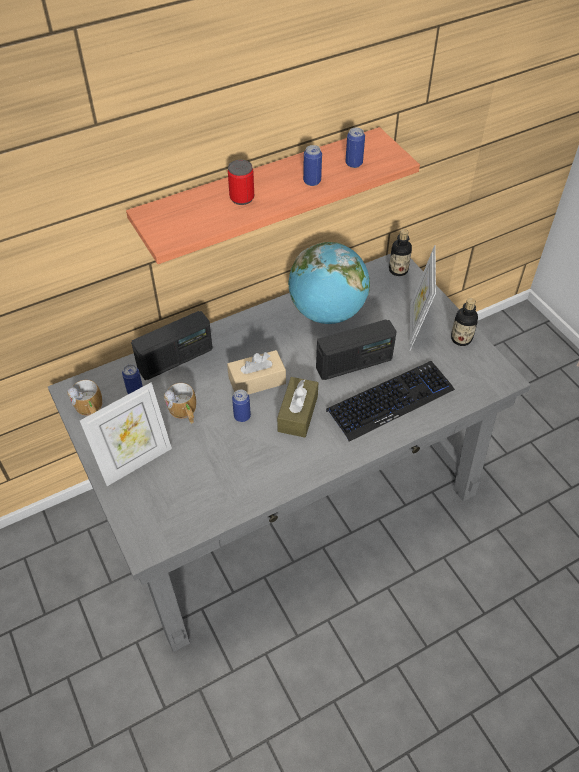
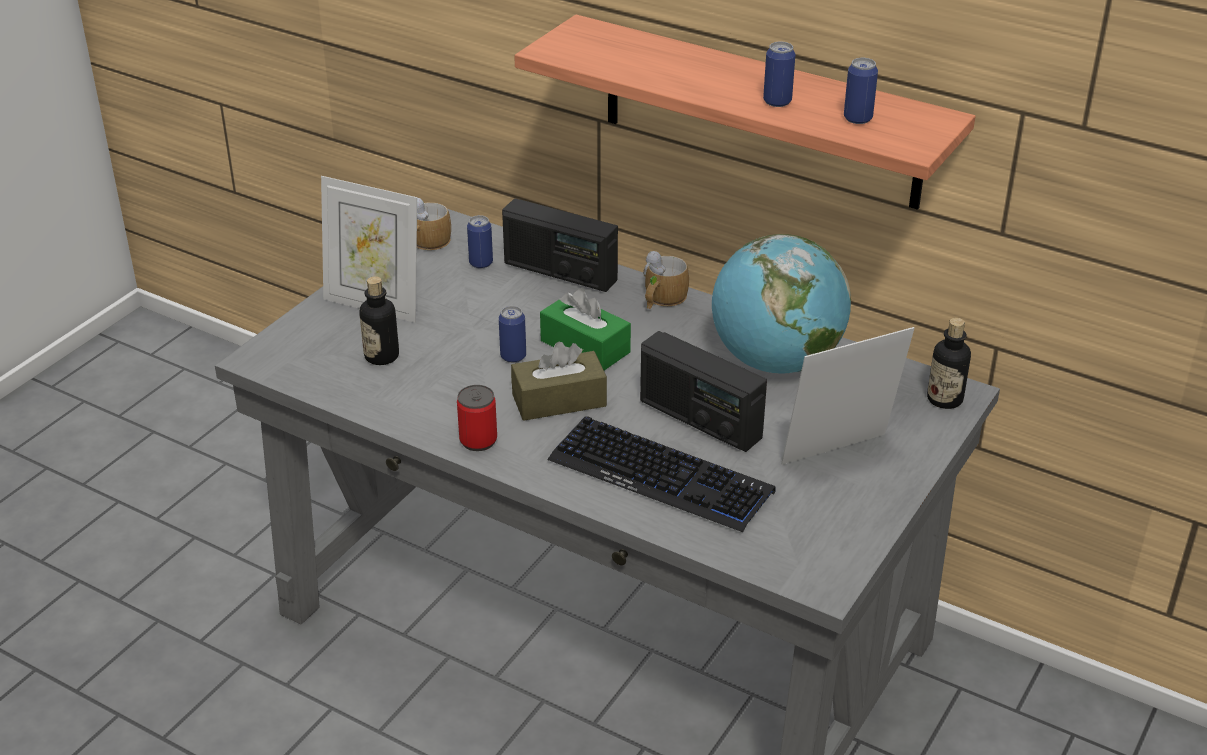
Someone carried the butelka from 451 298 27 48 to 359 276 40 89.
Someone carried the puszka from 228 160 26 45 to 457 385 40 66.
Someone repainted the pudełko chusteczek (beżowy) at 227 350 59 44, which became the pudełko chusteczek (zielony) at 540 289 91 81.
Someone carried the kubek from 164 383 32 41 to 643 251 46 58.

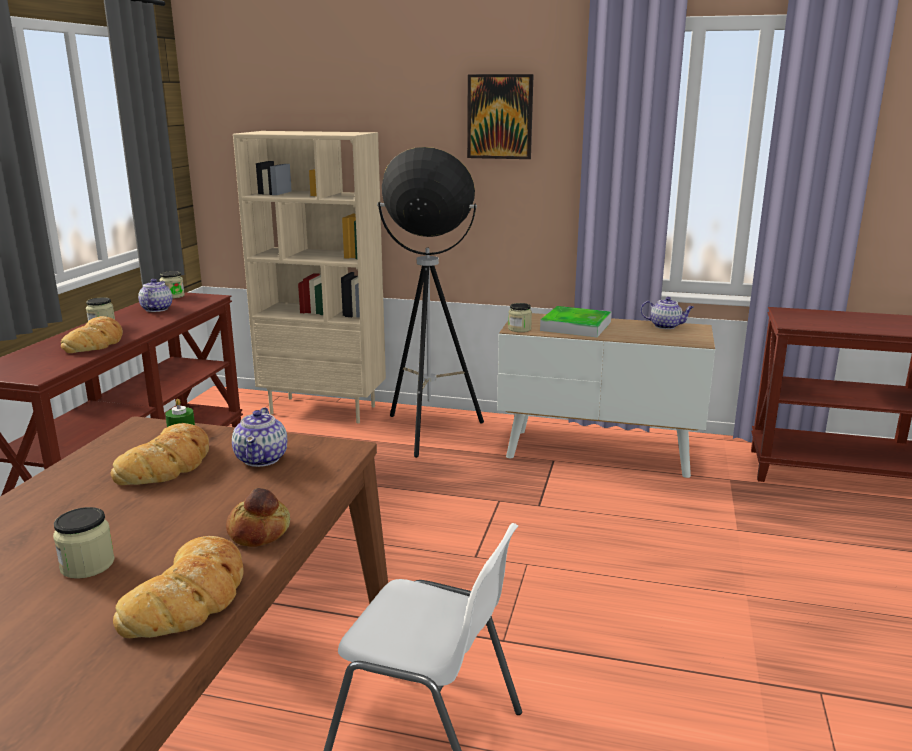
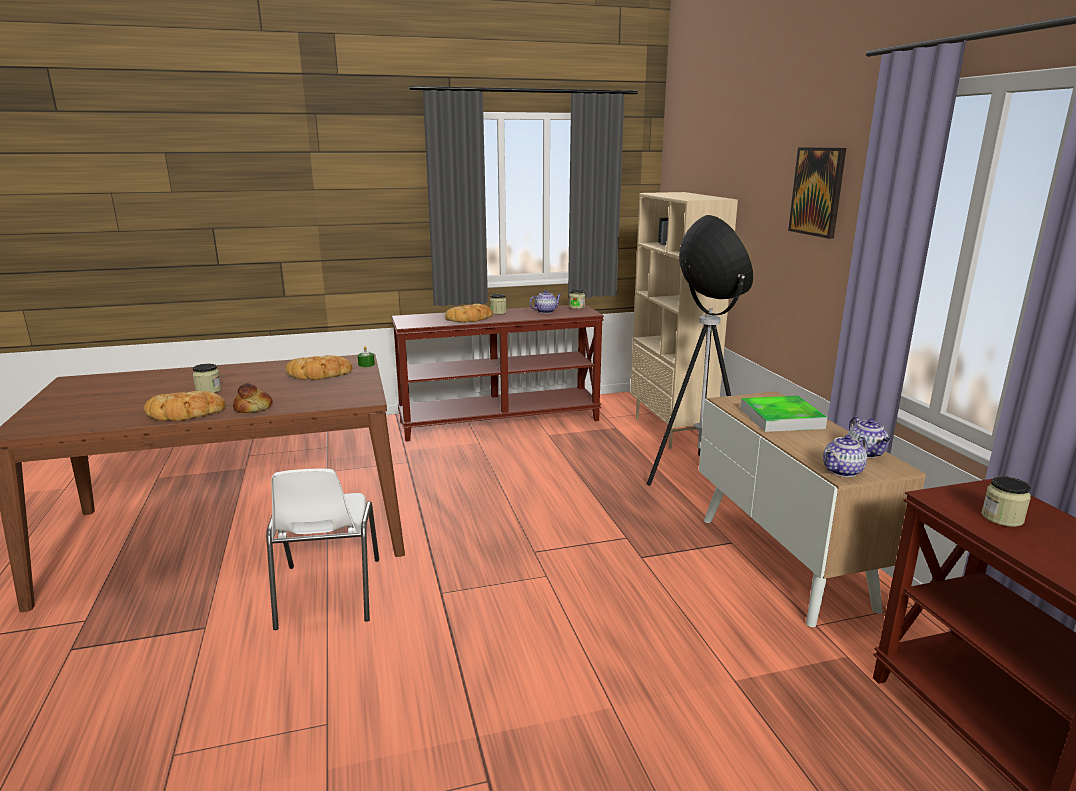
Someone carried the imbryk from 232 407 55 60 to 823 435 44 42.
Someone carried the słoik from 508 303 24 29 to 982 476 49 51.

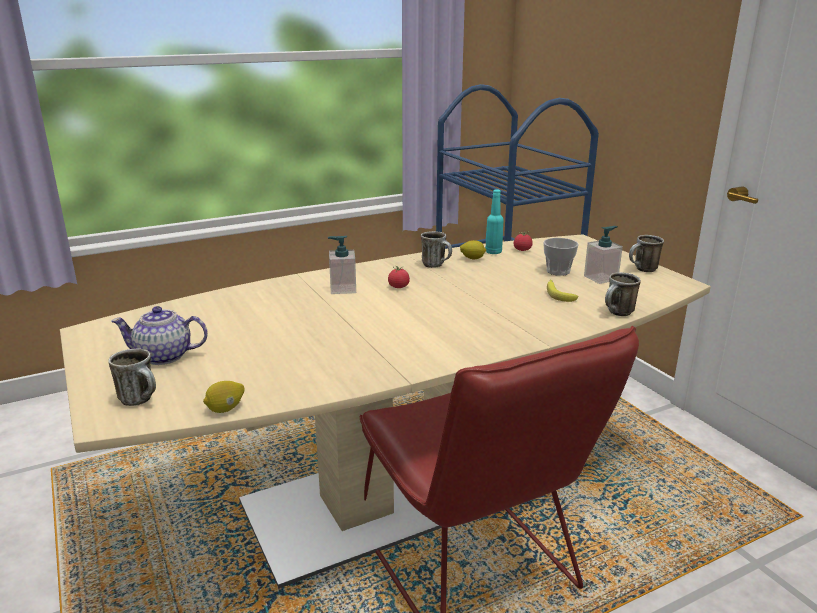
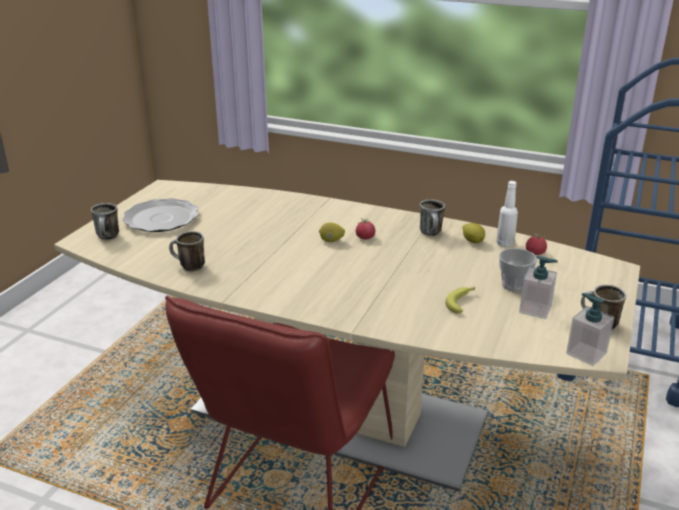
Someone swapped the imbryk at 111 306 97 59 for the talerz at 122 198 76 34.
Someone carried the kubek from 605 272 36 44 to 169 231 36 41.
Someone carried the cytryna from 203 381 42 32 to 319 223 26 19.
Someone repainted the butelka (turkusowy) at 485 189 18 65, which became the butelka (biały) at 496 181 22 66.
Someone carried the dozownik mydła from 328 236 28 58 to 566 293 48 73.

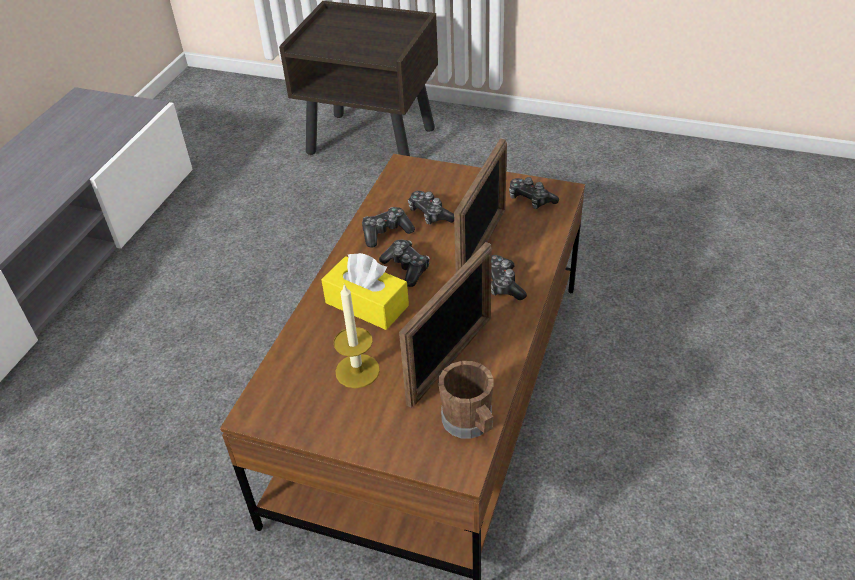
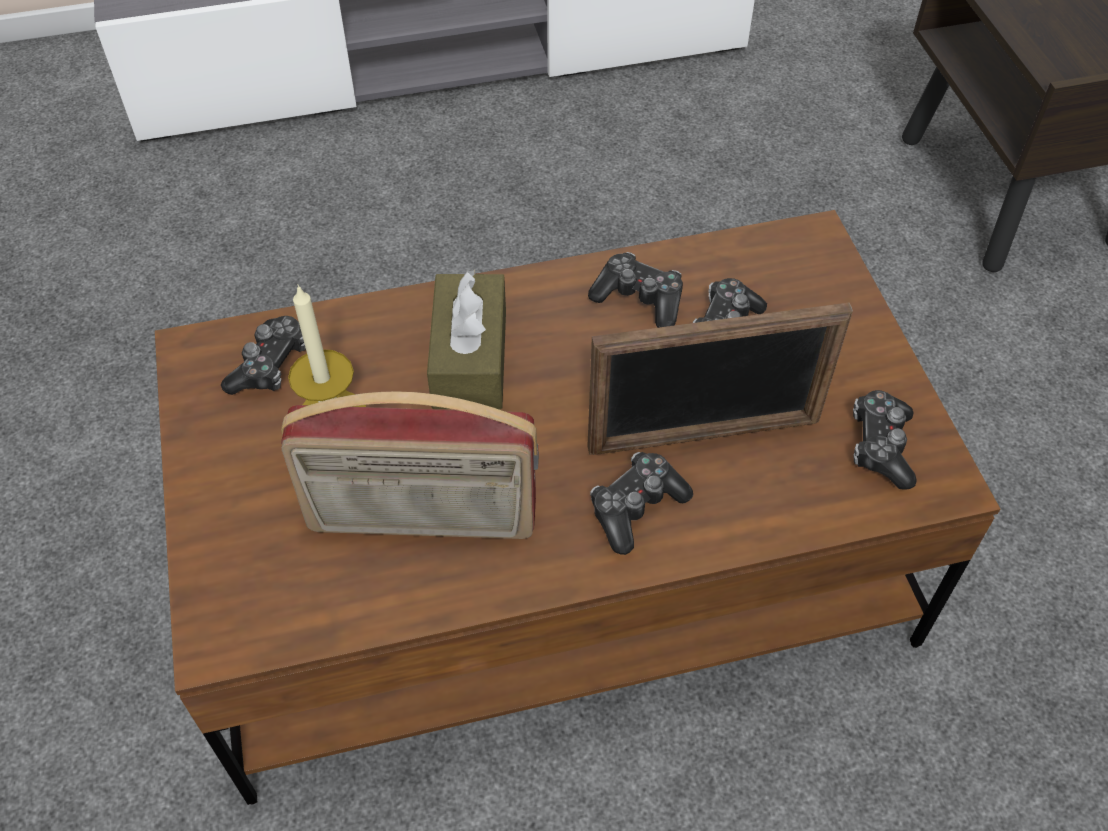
Someone carried the pad do gier from 379 240 51 47 to 221 316 85 79.
Someone swapped the ramka na zdjęcie at 399 242 93 166 for the radio at 281 392 258 147.
Someone repainted the pudełko chusteczek (żółty) at 321 253 88 77, which became the pudełko chusteczek (brązowy) at 427 270 79 139.
Someone took away the kubek (brązowy) at 438 361 56 78.

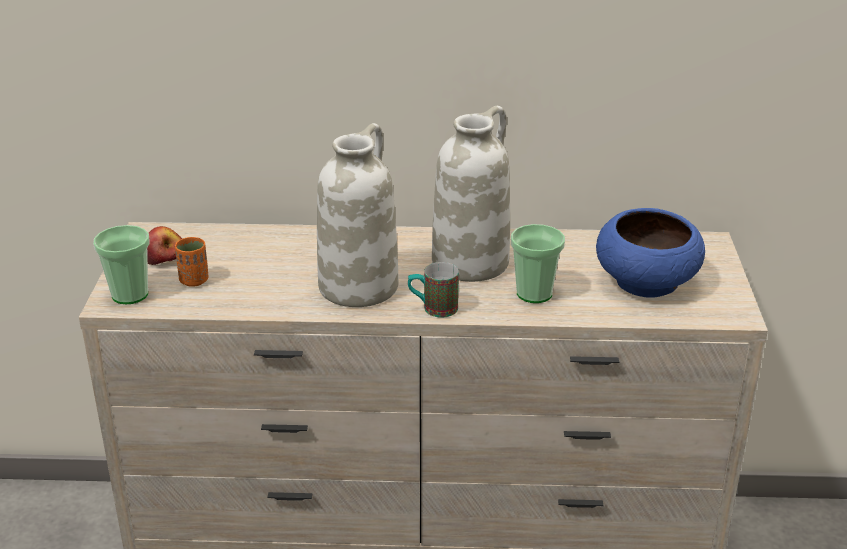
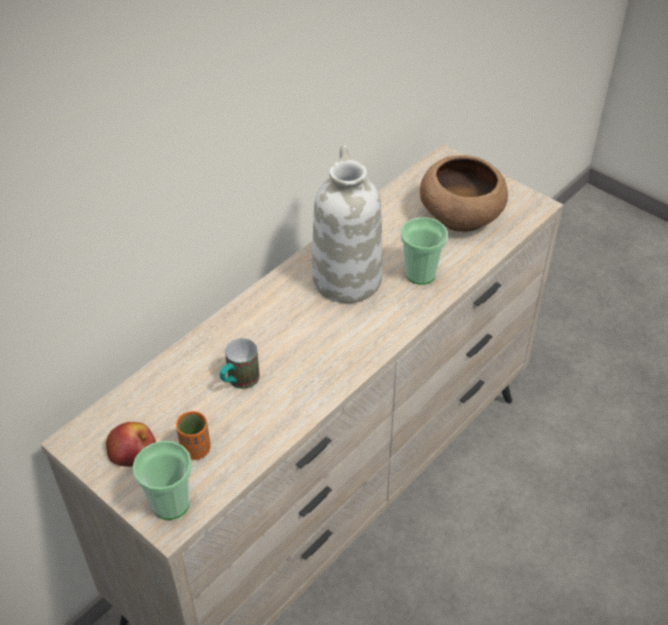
Someone carried the kubek from 408 262 51 56 to 220 338 40 51.
Someone repainted the miska (niebieski) at 596 208 109 90, which became the miska (brązowy) at 420 155 88 77.
Someone took away the wazon (biały) at 317 123 82 184.

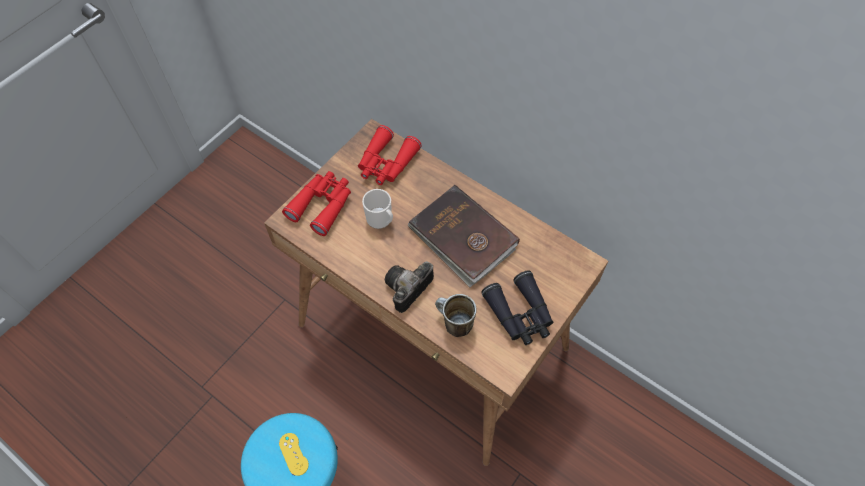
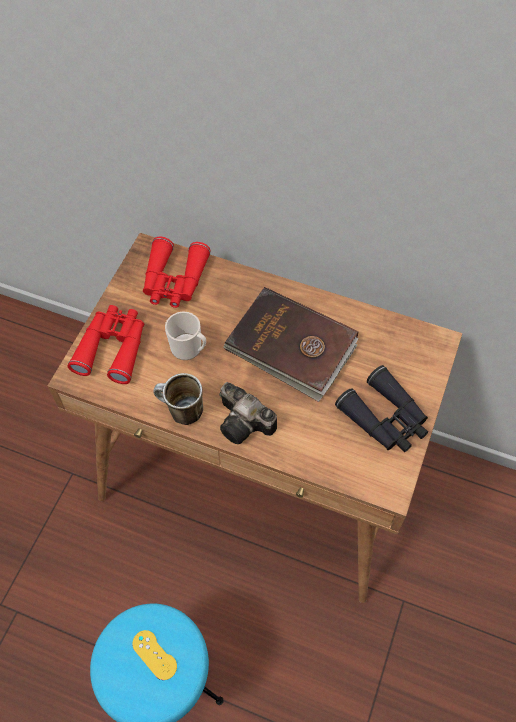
Someone carried the kubek from 435 294 42 43 to 153 373 50 52.
Someone rotated the aparat fotograficzny at 385 261 49 52 by 75 degrees counterclockwise.

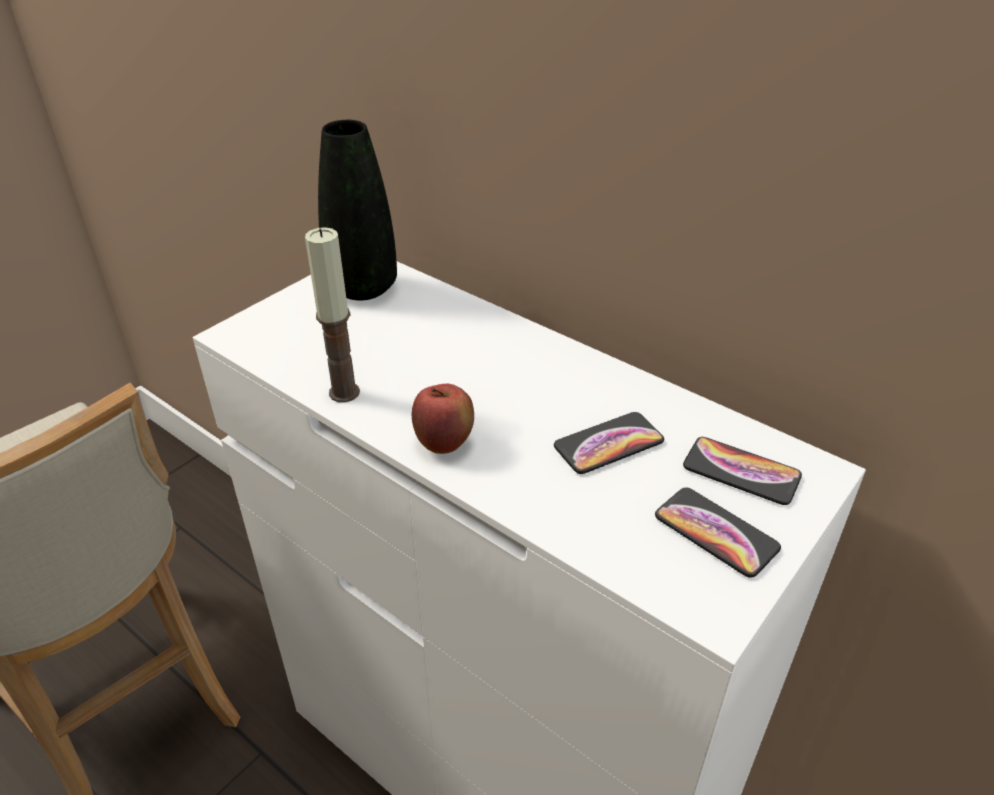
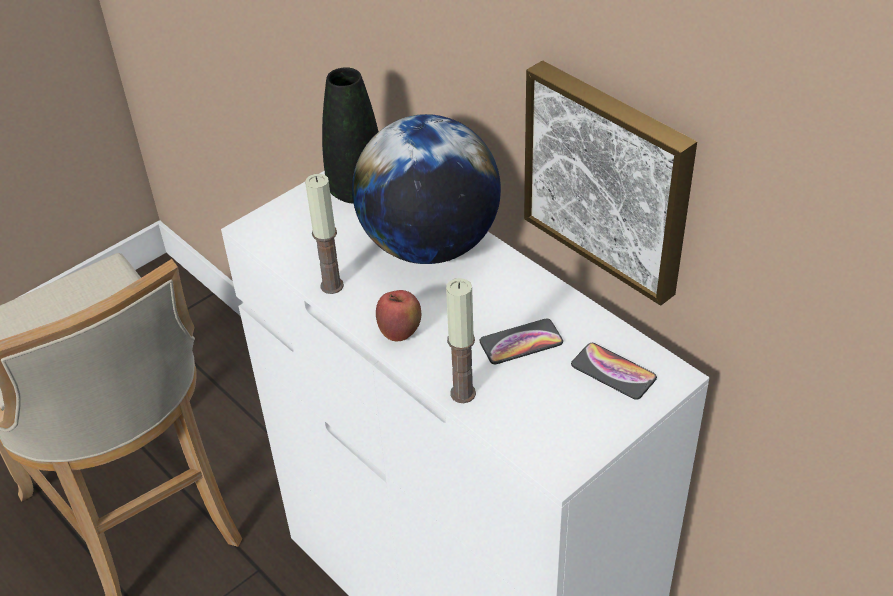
Someone put down the globus at 352 114 149 150.
Someone put down the świeca at 446 278 30 125.
Someone put up the obraz at 524 61 173 245.
Someone took away the telefon at 655 487 126 91.

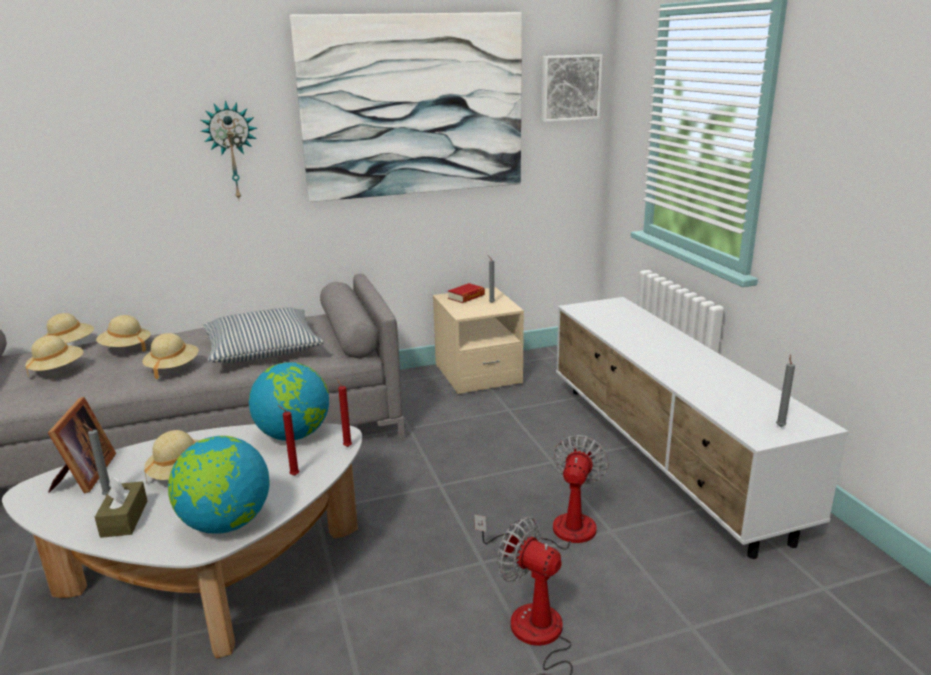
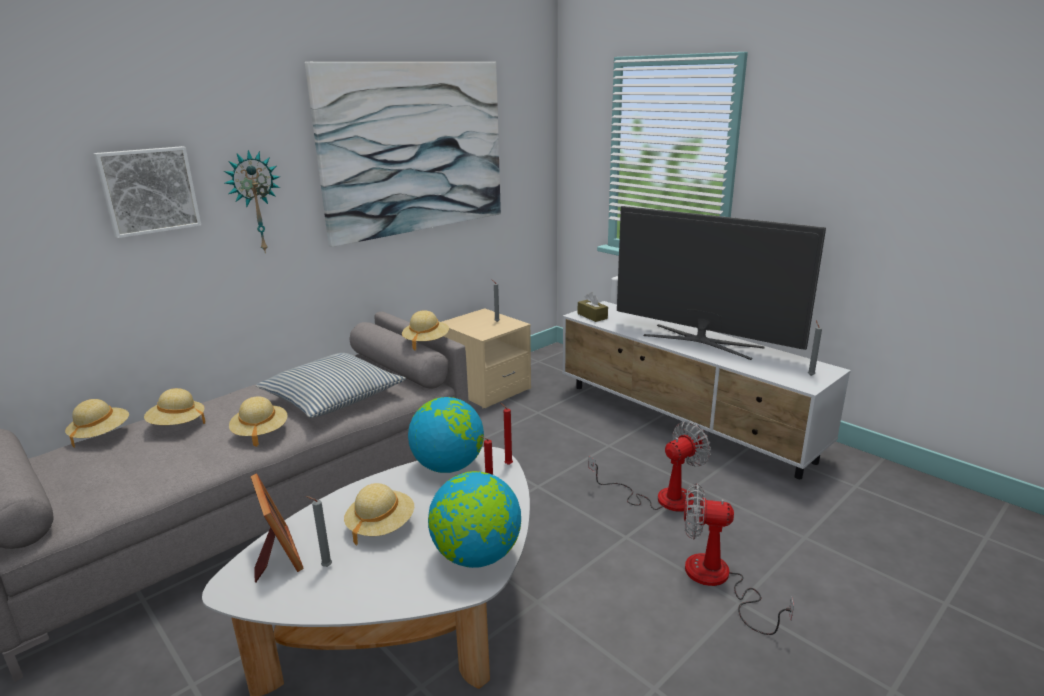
Someone carried the obraz from 542 54 60 68 to 94 146 107 92.
Someone carried the kapelusz (beżowy) from 25 335 58 42 to 402 310 47 40.
Someone carried the pudełko chusteczek (brązowy) from 95 477 52 61 to 578 292 30 30.
Someone rotated the wentylator at 474 435 135 114 by 60 degrees clockwise.
Someone put down the telewizor at 617 206 209 154.
Someone took away the książka at 448 283 37 20.

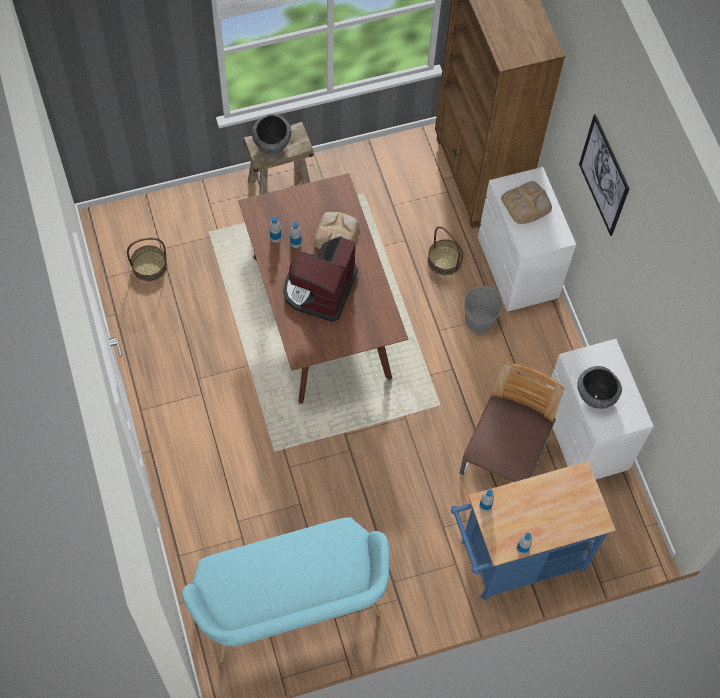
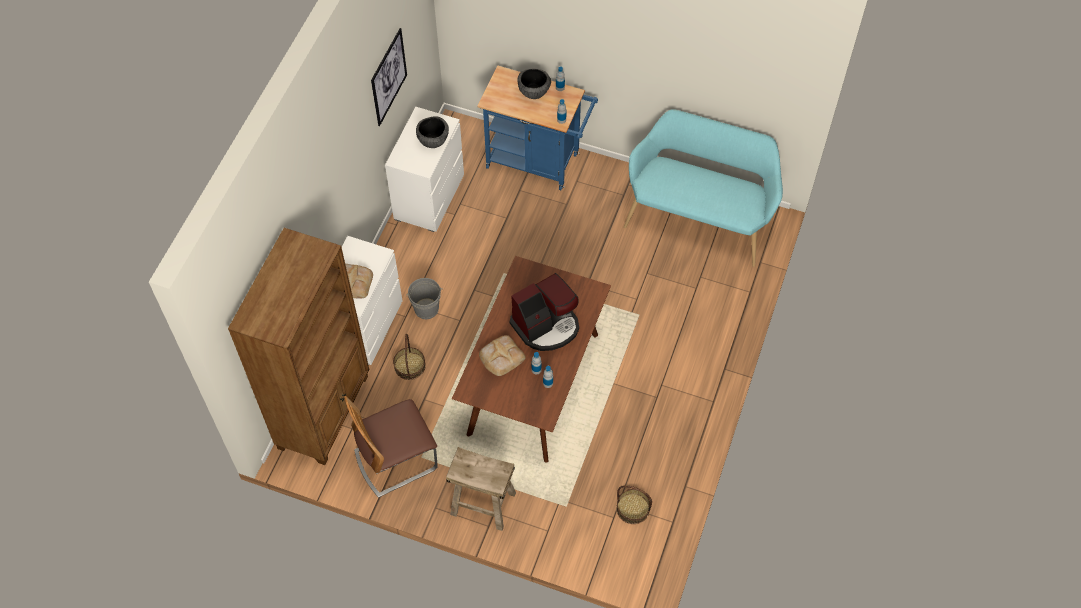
Someone carried the krzesło from 459 362 106 120 to 344 396 94 102.
Someone carried the obraz from 579 114 51 122 to 371 28 36 98.
Someone carried the miska from 252 114 39 41 to 517 69 34 30.

